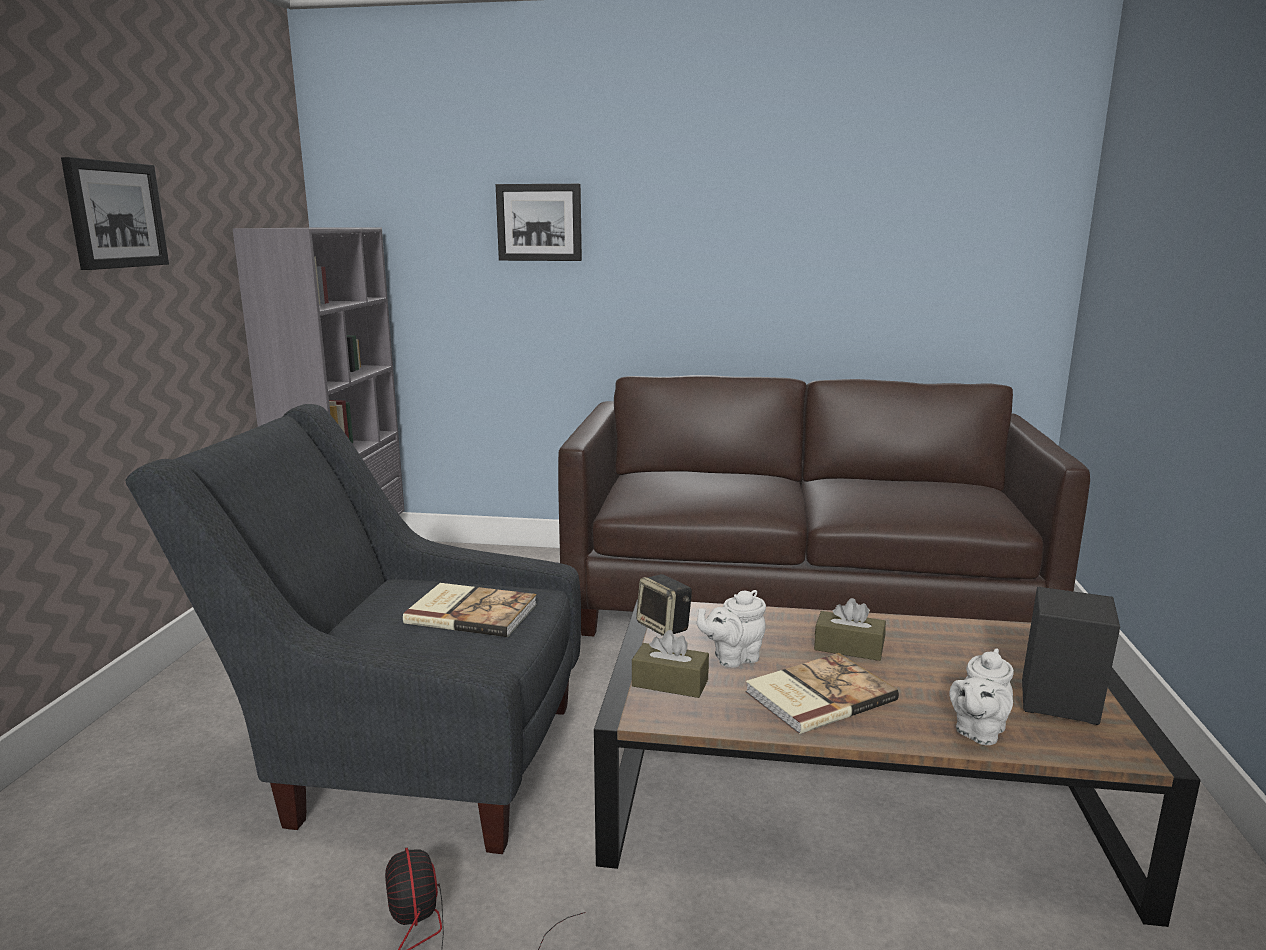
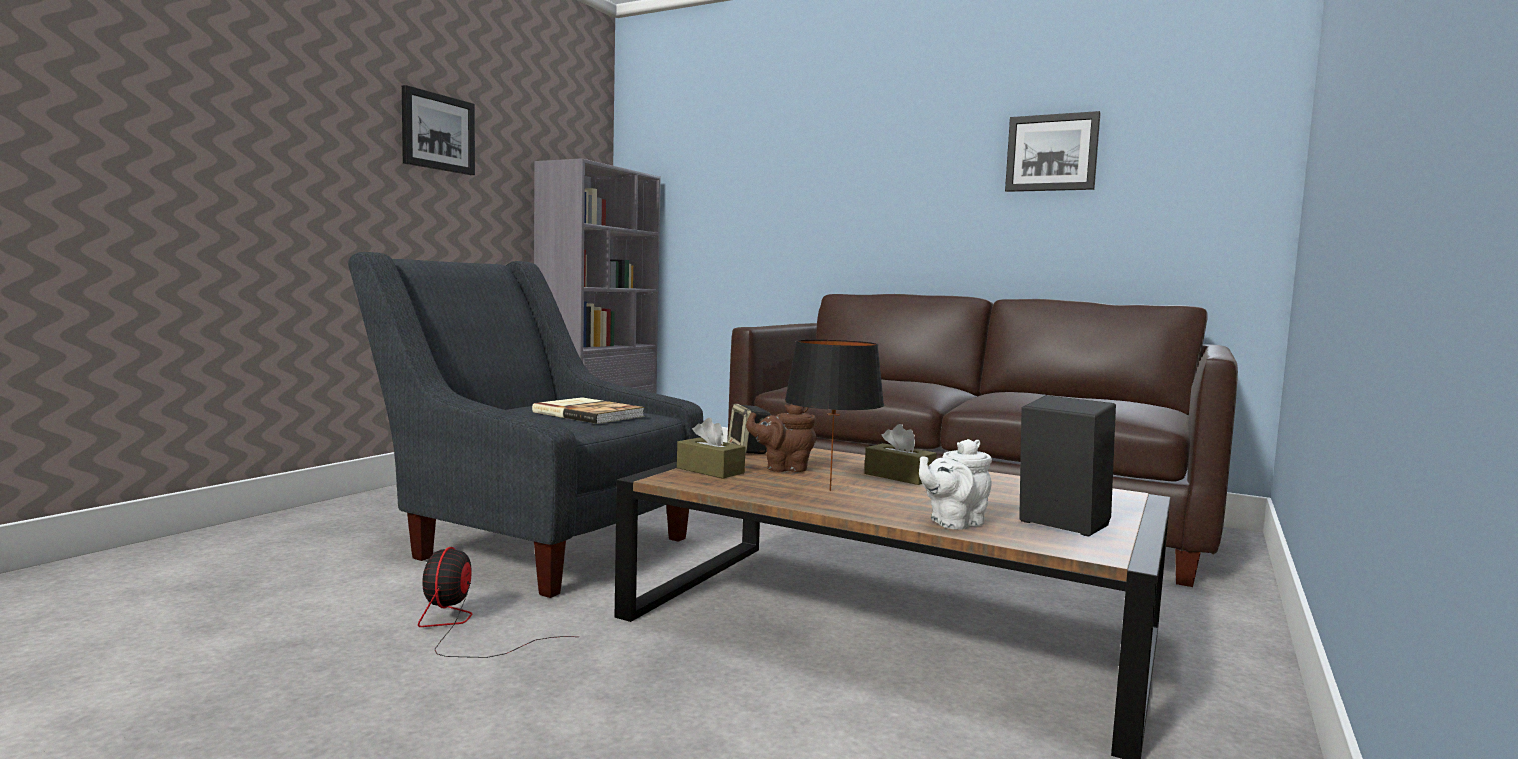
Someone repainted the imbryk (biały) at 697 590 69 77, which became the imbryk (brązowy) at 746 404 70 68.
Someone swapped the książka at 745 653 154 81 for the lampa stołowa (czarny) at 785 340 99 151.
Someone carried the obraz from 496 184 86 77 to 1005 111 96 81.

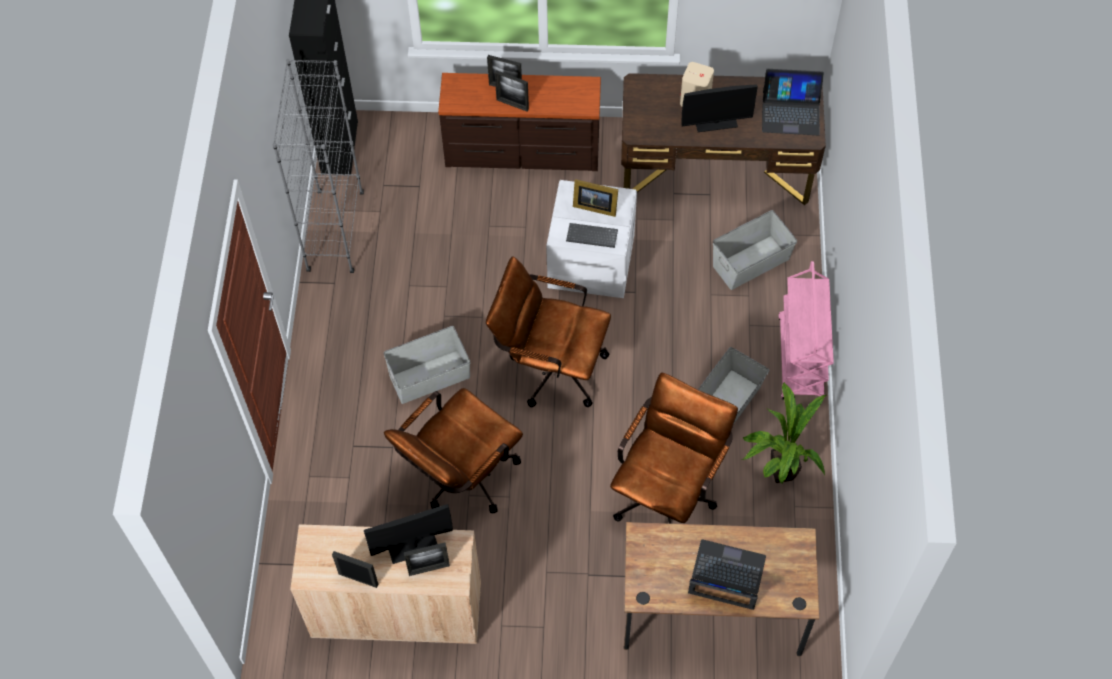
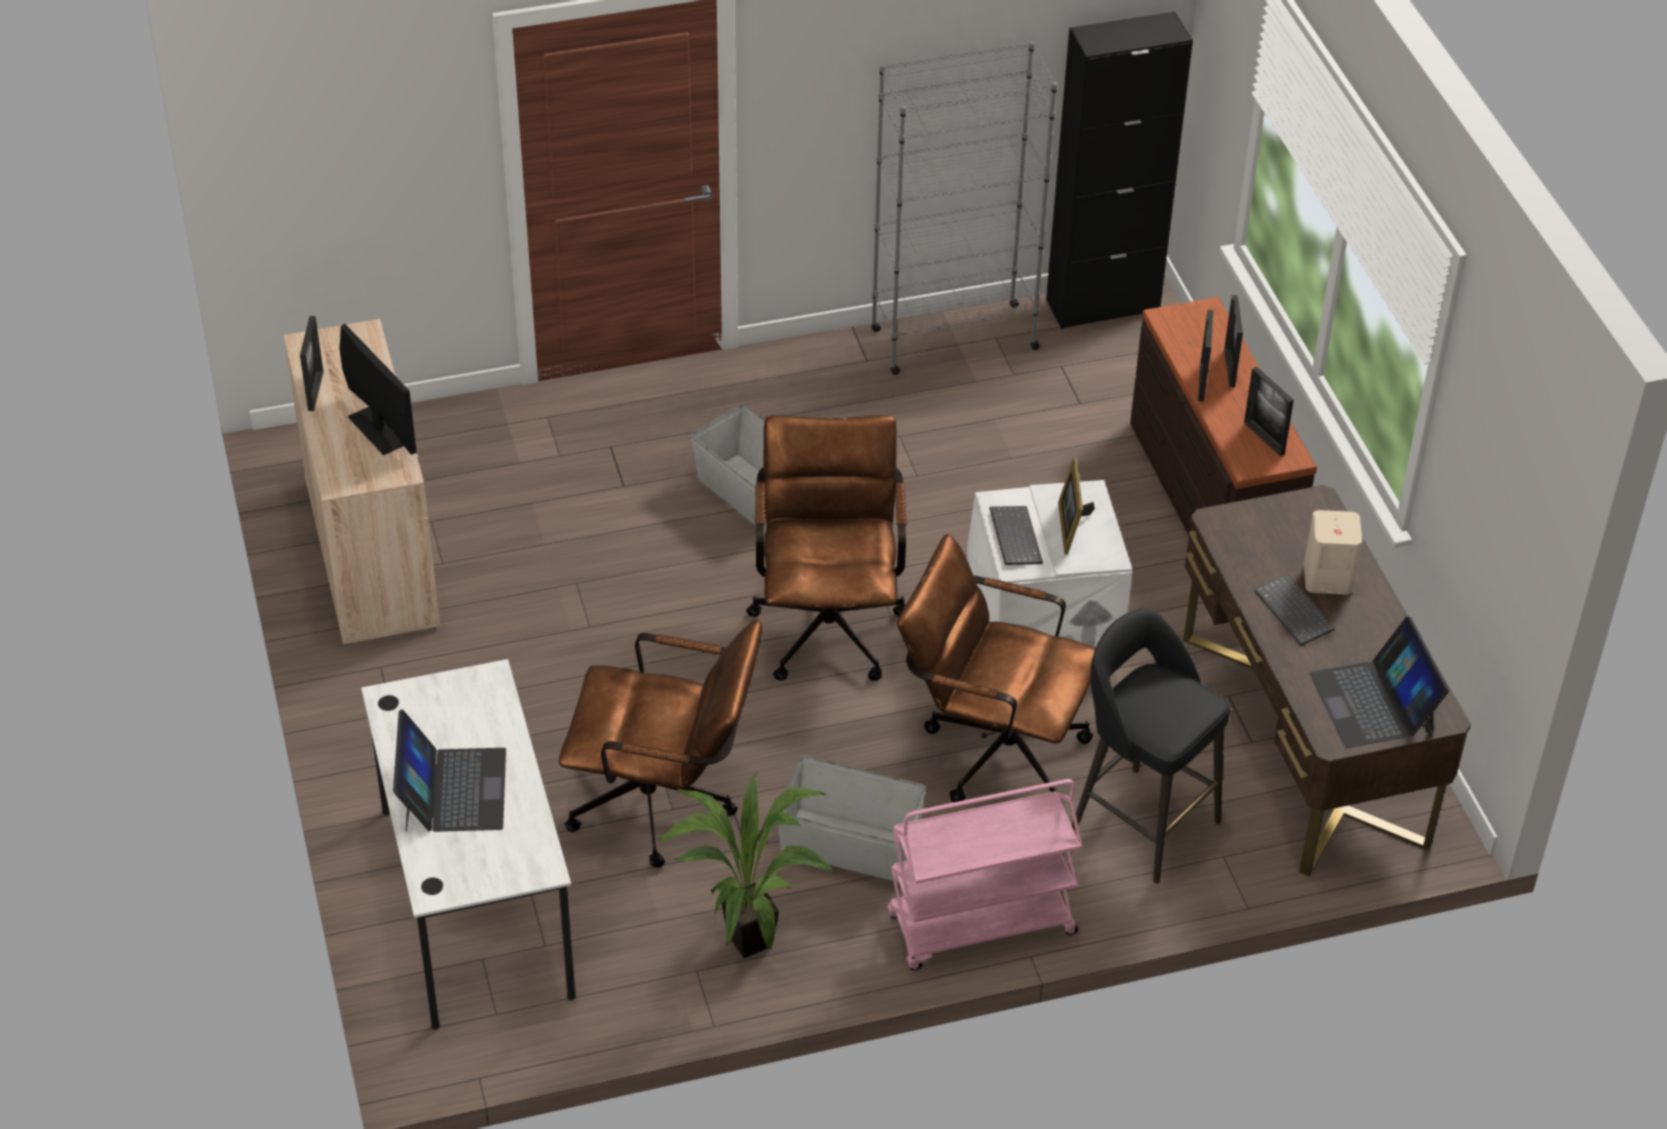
Someone repainted the biurko (brązowy) at 624 522 195 134, which became the biurko (biały) at 361 659 215 371.
Someone carried the krzesło biurowe (brązowy) from 384 388 139 125 to 897 534 198 269.
Someone swapped the pojemnik do przechowywania (szary) at 713 210 84 80 for the stołek (czarny) at 1072 609 159 275.
Someone carried the ramka na zdjęcie from 404 542 46 34 to 1244 367 50 89.
Someone swapped the monitor at 681 84 77 48 for the klawiatura at 1254 574 81 72.

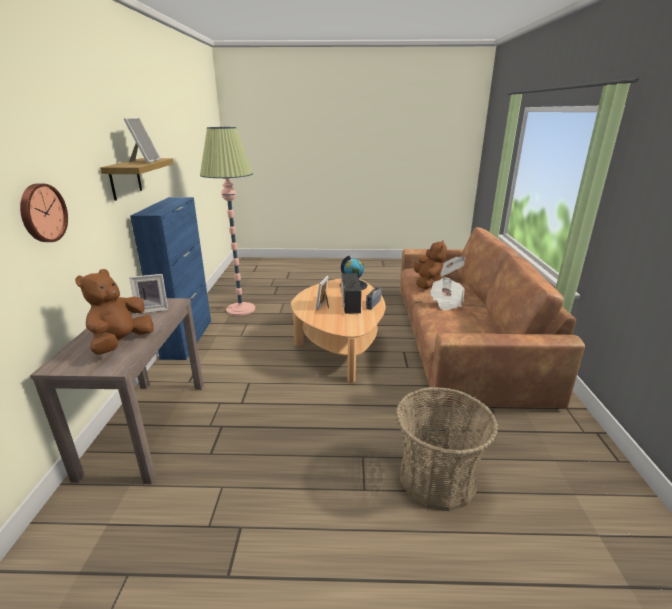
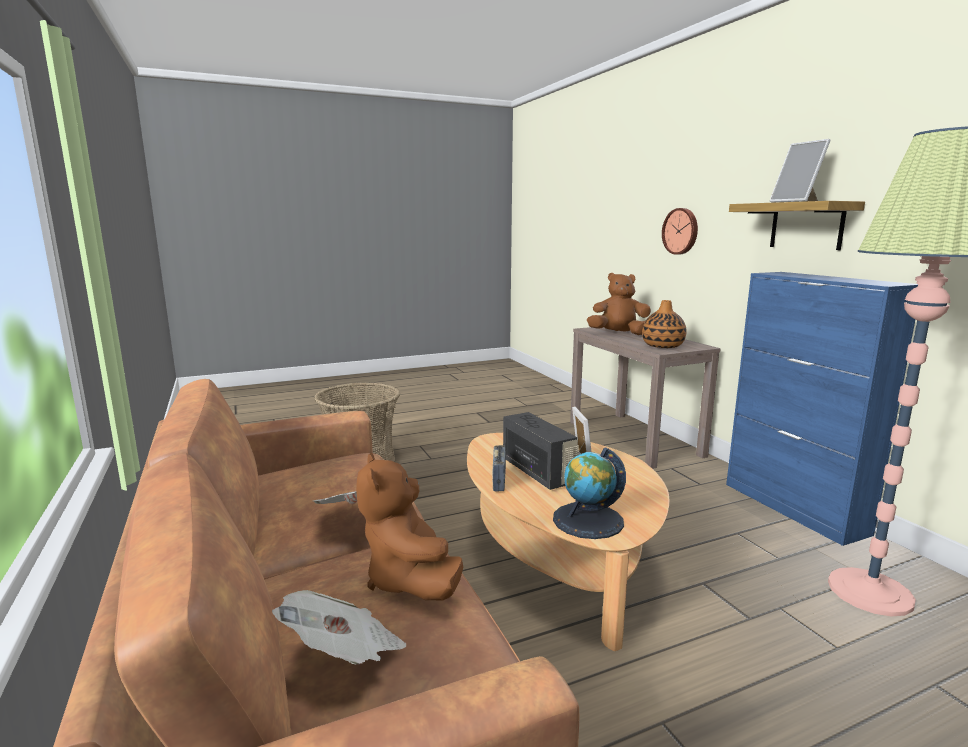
Someone rotated the pluszak (brązowy) at 75 269 79 86 by 75 degrees counterclockwise.
Someone swapped the ramka na zdjęcie at 129 274 39 40 for the wazon at 642 300 45 48.

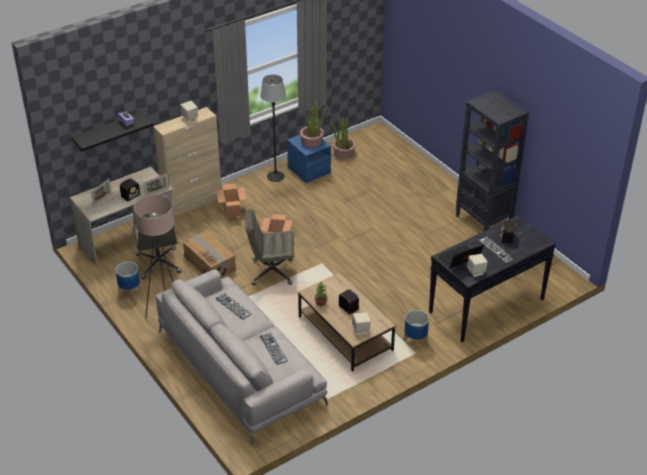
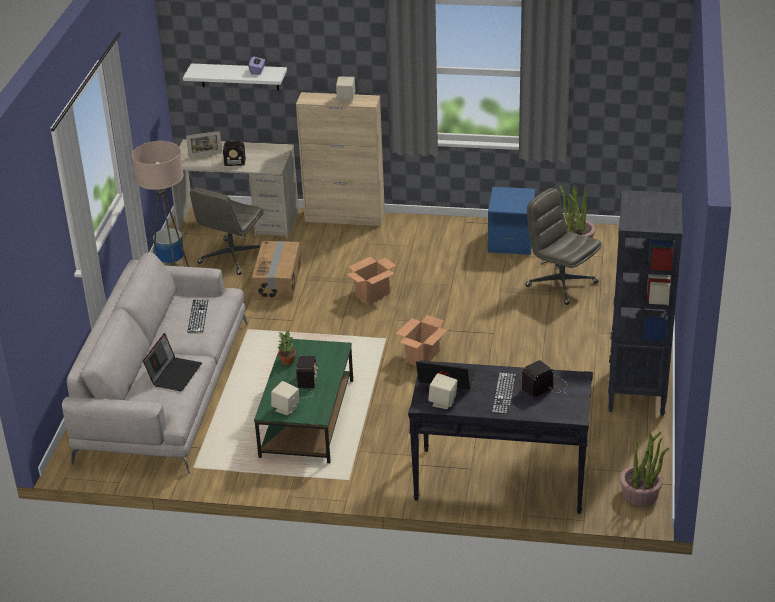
Someone swapped the klawiatura at 260 332 28 33 for the laptop at 143 333 59 58.
Someone repainted the półka (czarny) at 71 112 82 39, which became the półka (biały) at 183 64 104 26.
Someone repainted the ława (brązowy) at 298 272 98 100, which became the ława (zielony) at 254 339 99 124.
Someone carried the karton from 216 183 30 35 to 396 315 52 49.
Someone carried the krzesło biurowe (szary) from 245 209 49 76 to 525 188 77 117.
Someone carried the roślina doniczkowa from 300 101 28 47 to 620 432 50 74.
Someone took away the ramka na zdjęcie at 143 173 26 23.
Someone took away the lampa stojąca at 260 75 26 107.
Someone took away the donica at 404 310 25 40.

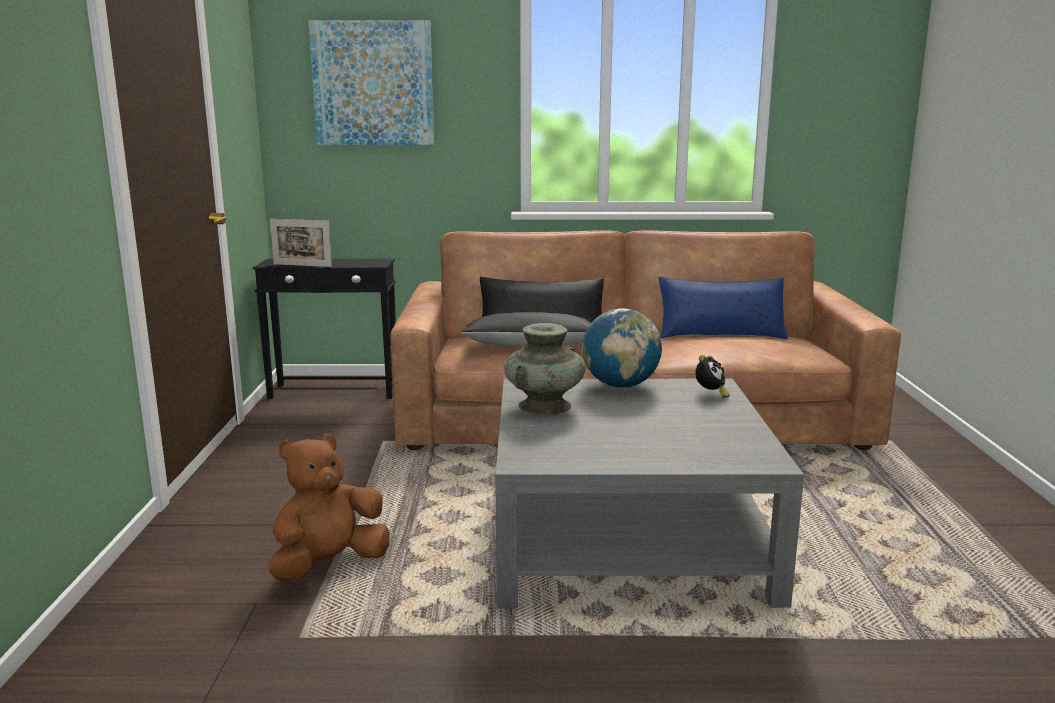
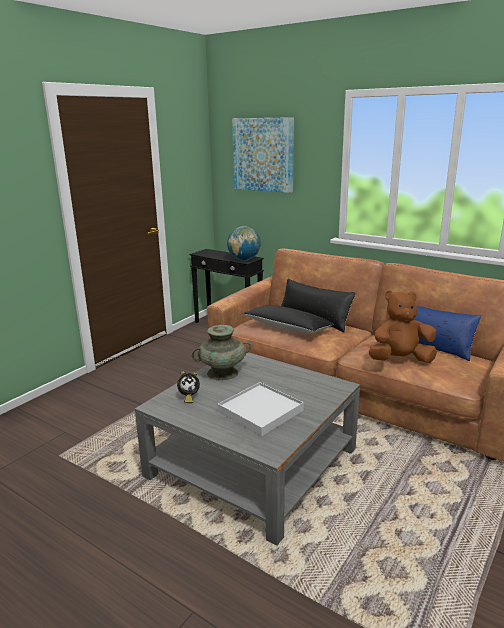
Someone carried the budzik from 695 355 35 43 to 177 371 23 32.
Someone put down the taca (biały) at 218 382 86 54.
Someone carried the globus from 582 308 80 80 to 227 226 34 35.
Someone carried the pluszak (brązowy) from 268 434 122 147 to 369 290 68 73.
Someone took away the ramka na zdjęcie at 270 219 62 48.

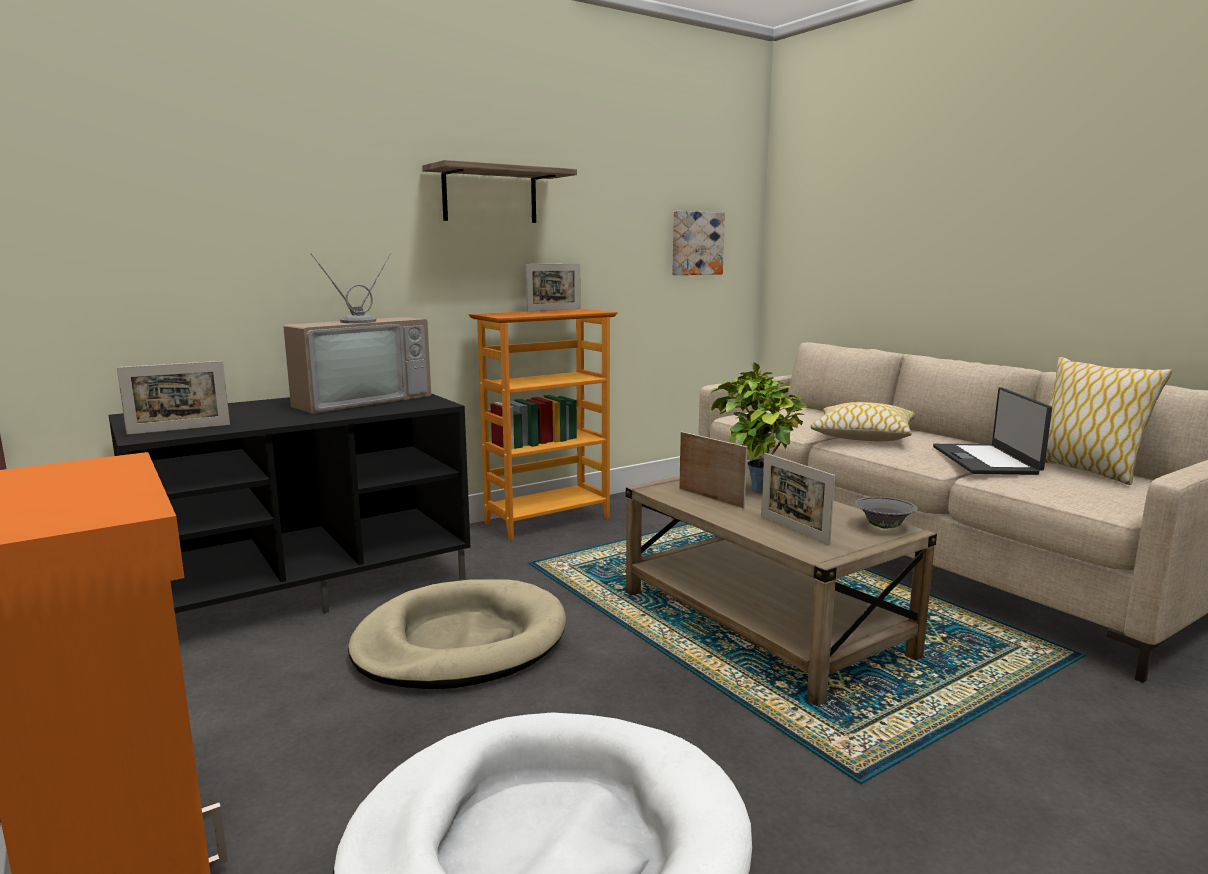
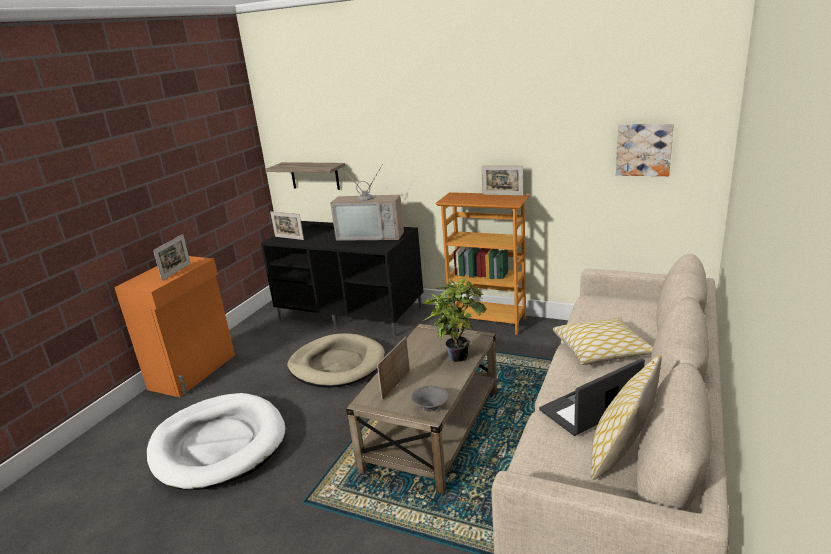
Someone carried the ramka na zdjęcie from 679 431 68 78 to 153 234 38 47.
Someone carried the półka from 422 160 155 63 to 265 162 80 28.

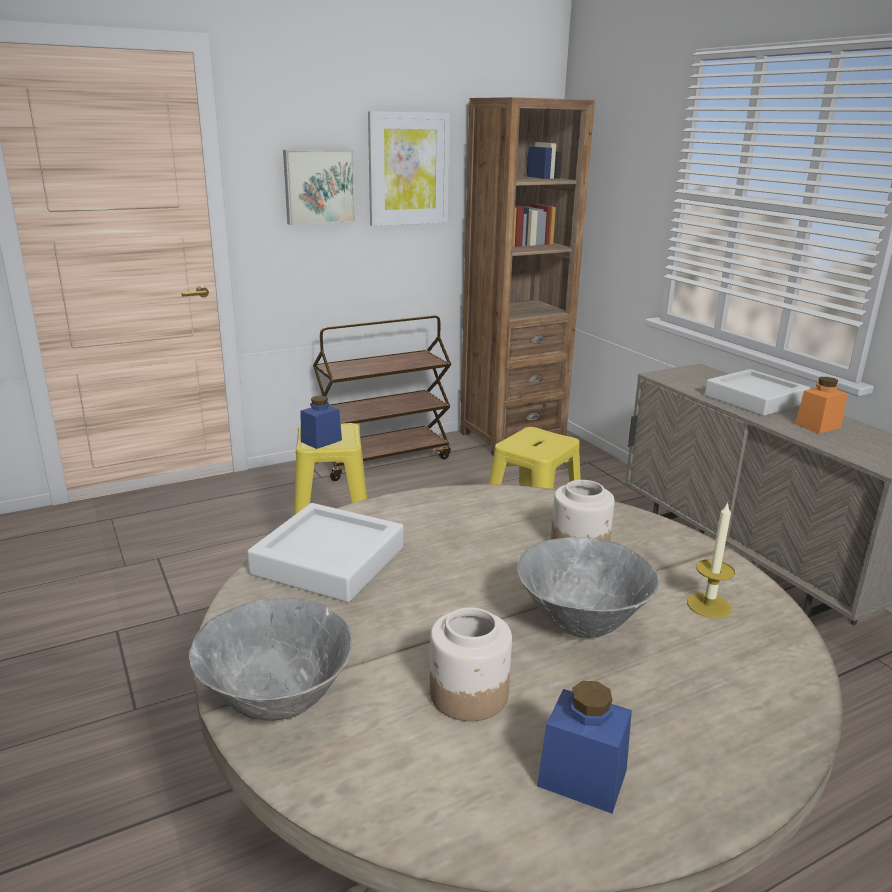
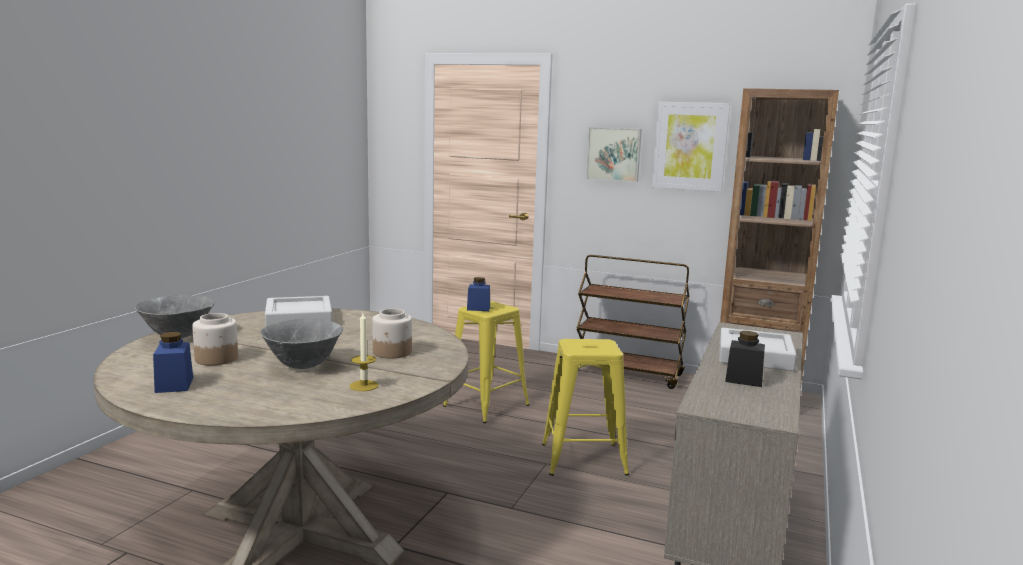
Someone repainted the słoik (pomarańczowy) at 795 377 53 57, which became the słoik (czarny) at 725 331 40 56.

